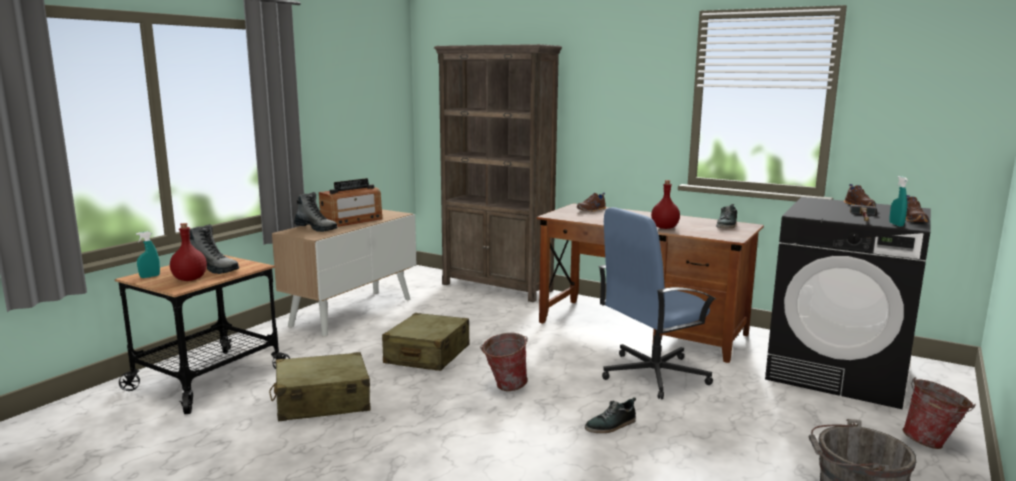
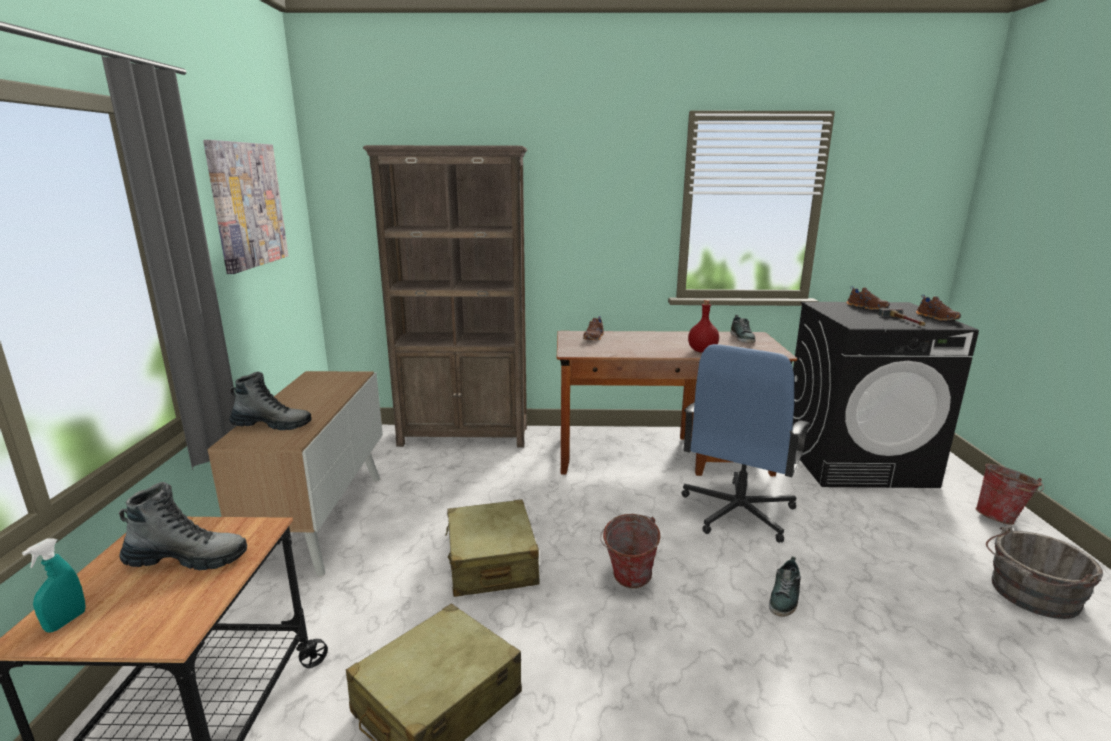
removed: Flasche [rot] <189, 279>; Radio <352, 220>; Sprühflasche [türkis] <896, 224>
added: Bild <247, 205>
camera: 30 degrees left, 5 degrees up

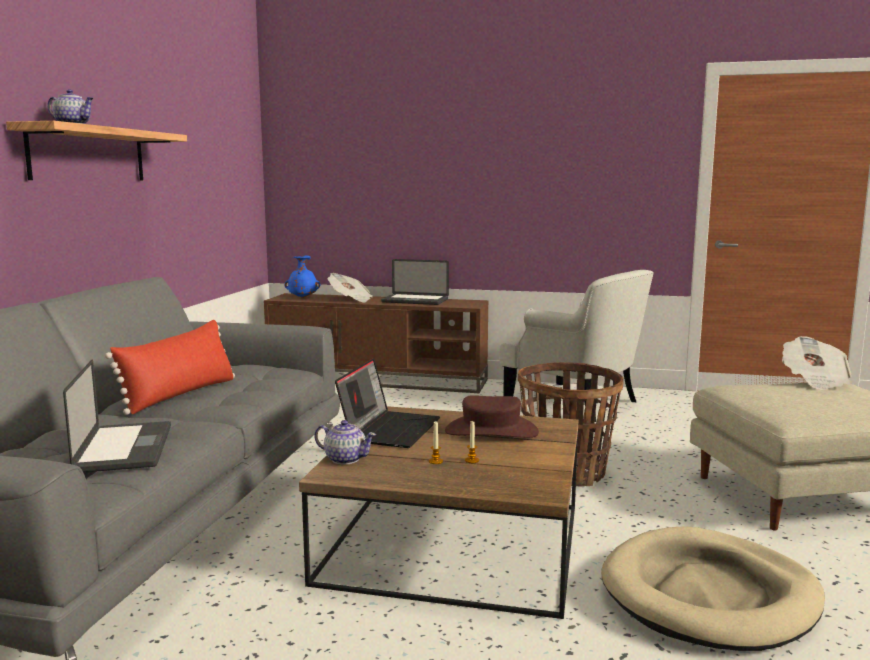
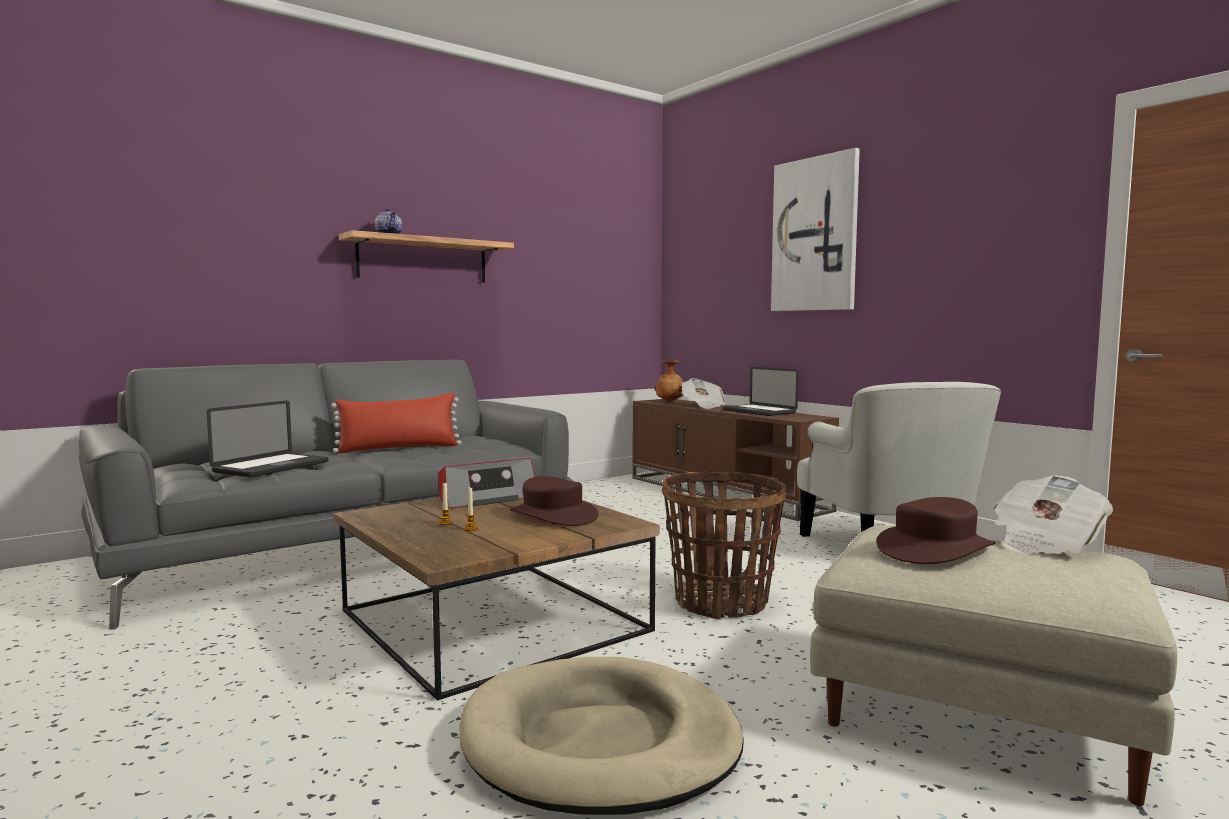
removed: Teekanne <345, 459>
added: Bild <815, 235>; Hut [braun] <934, 548>
replaced: Laptop <389, 429> to Radio <486, 498>
recoloured: Vase [blau] <303, 297> to Vase [braun] <670, 401>
camera: 40 degrees right, 5 degrees down

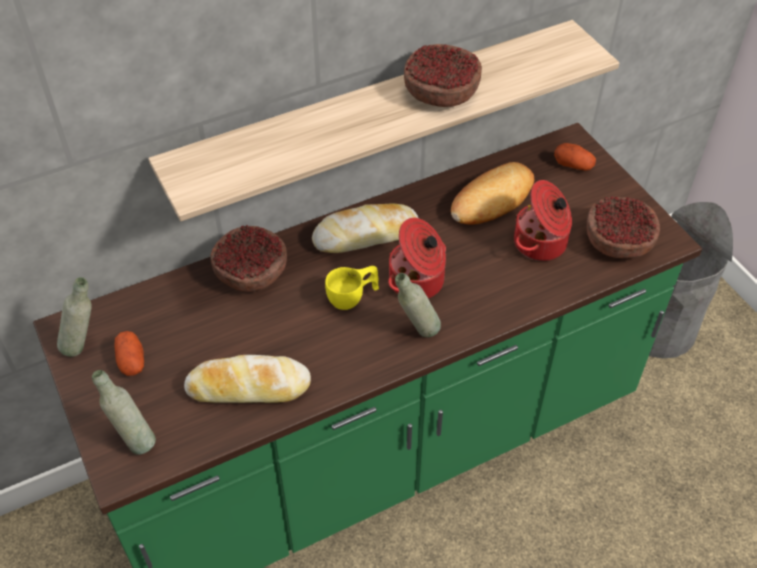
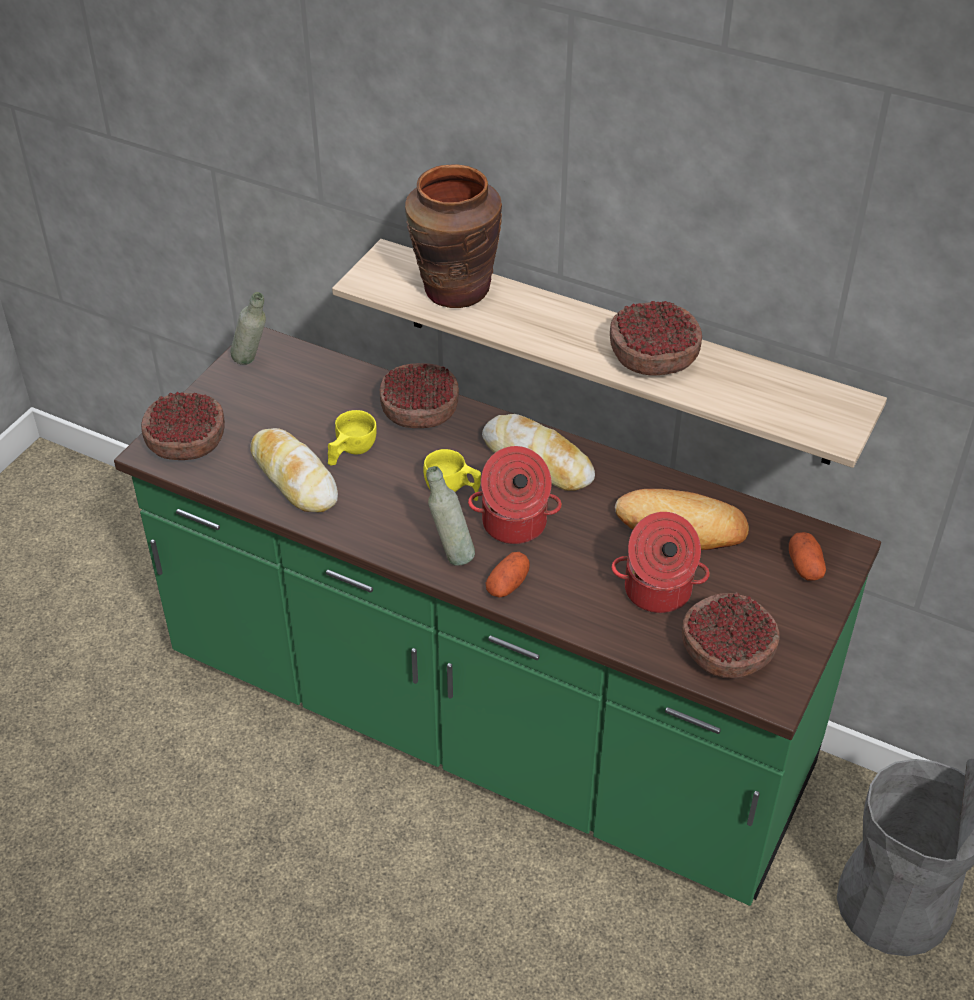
added: Tasse [gelb] <350, 452>; Vase [braun] <455, 290>
moved: Kartoffel <131, 361> to <507, 585>
replaced: Flasche [grau] <134, 440> to Schüssel <187, 442>
camera: 55 degrees right, 5 degrees down

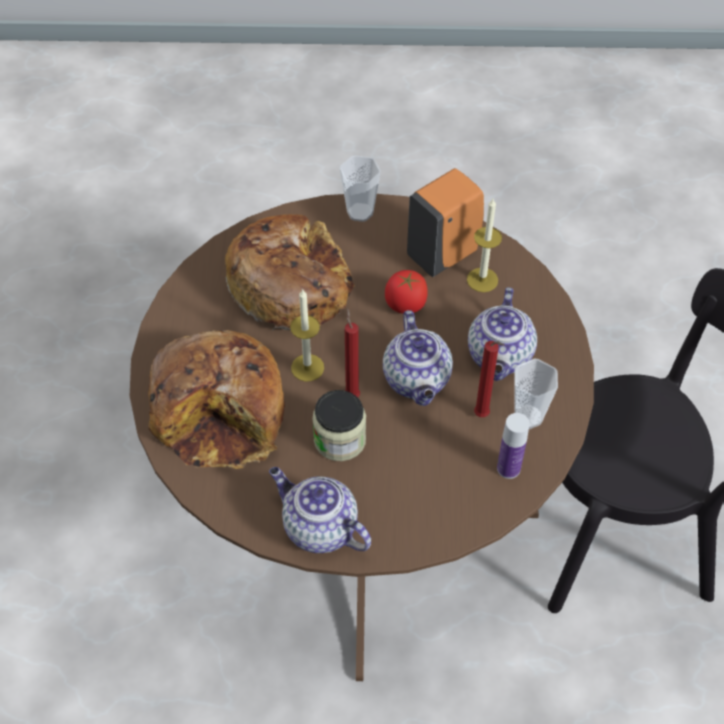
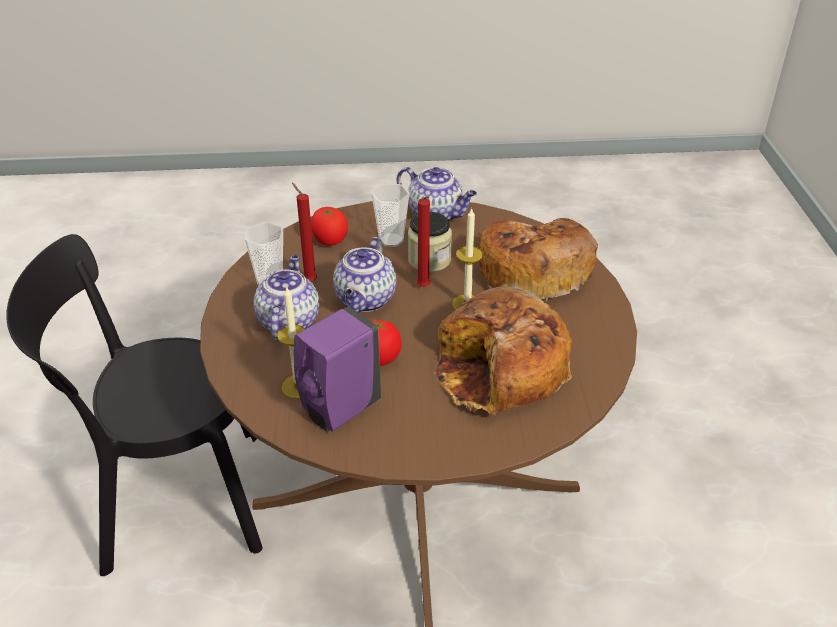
removed: Flasche <508, 468>
added: Tomate <329, 241>
moved: Tasse <360, 212> to <391, 240>
recoloured: Seifenspender [orange] <444, 254> to Seifenspender [lila] <338, 410>
turned: Teekanne <417, 380> = <366, 300> 150 degrees counterclockwise
camera: 175 degrees right, 15 degrees down

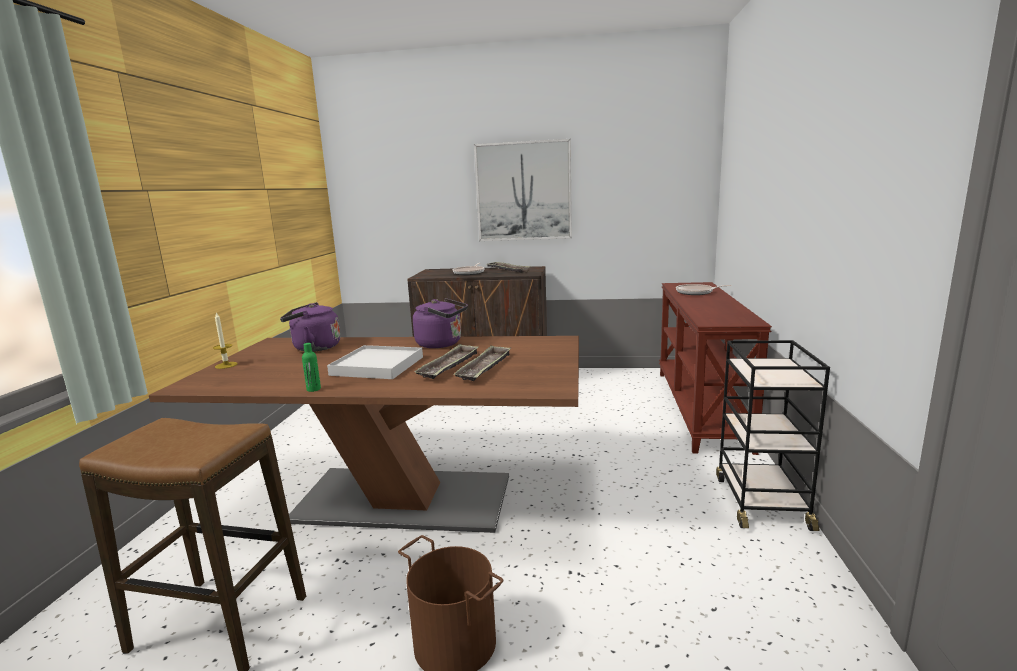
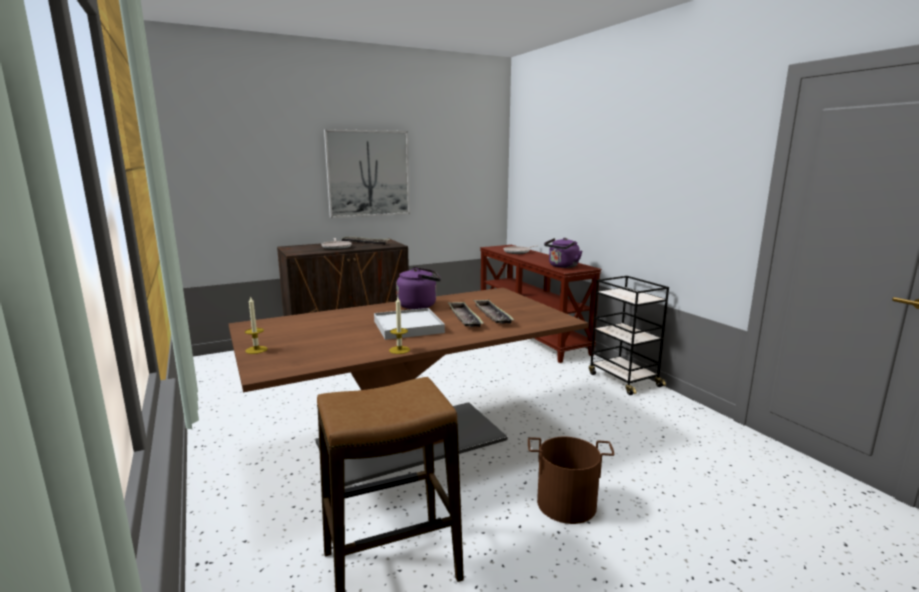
moved: Wasserkessel [lila] <313, 348> to <562, 266>
replaced: Flasche [grün] <313, 389> to Kerze <399, 350>
camera: 35 degrees left, 0 degrees up

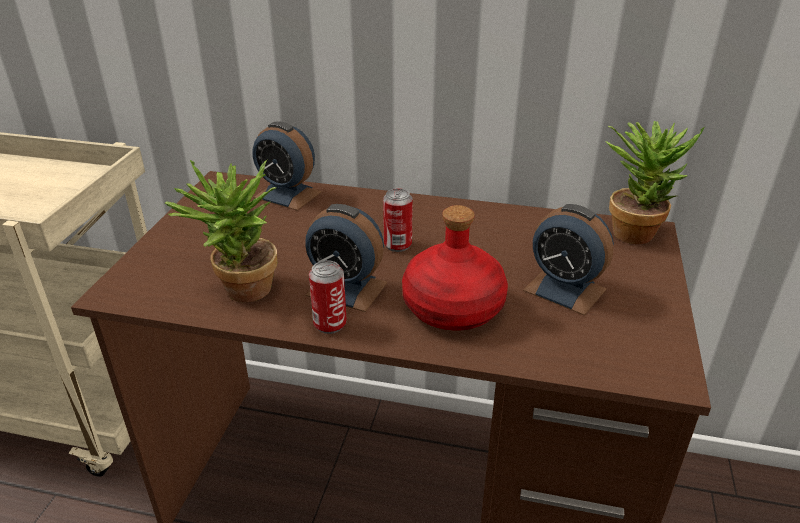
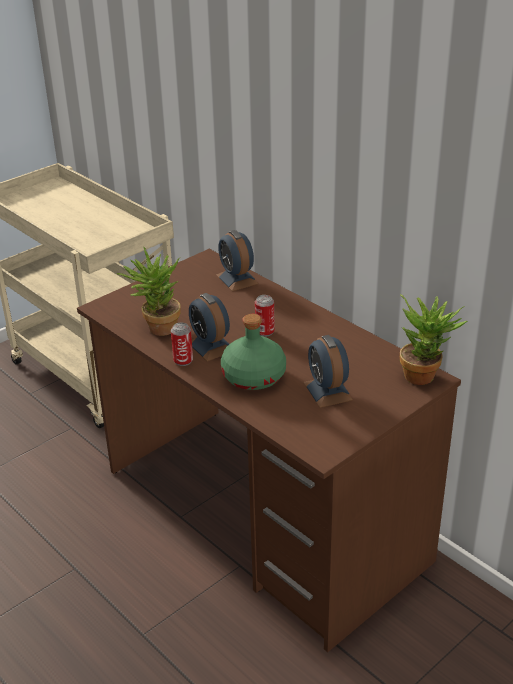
recoloured: Flasche [rot] <454, 307> to Flasche [grün] <254, 376>
camera: 35 degrees right, 0 degrees up

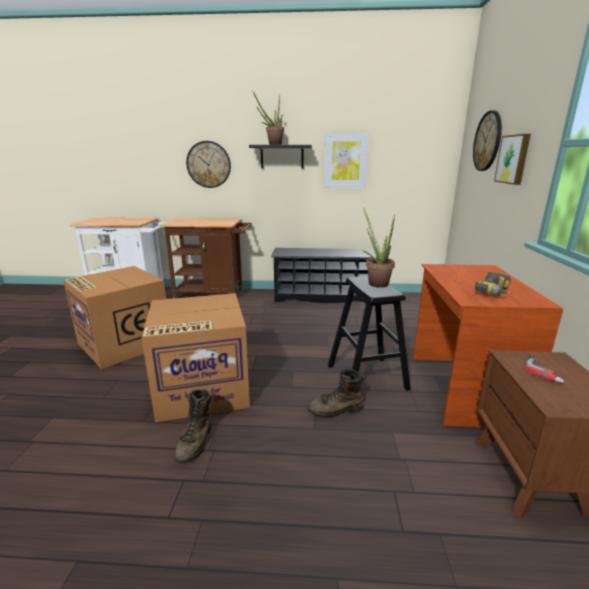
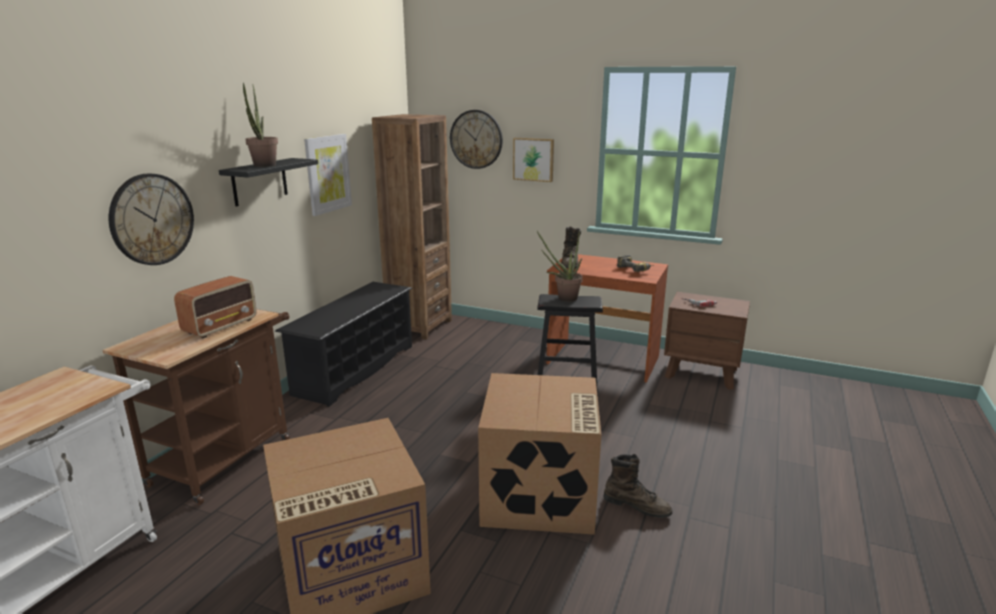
added: Radio <221, 326>; Bücherregal [braun] <419, 326>
moved: Stiefel [braun] <336, 410> to <570, 264>
camera: 70 degrees left, 0 degrees up

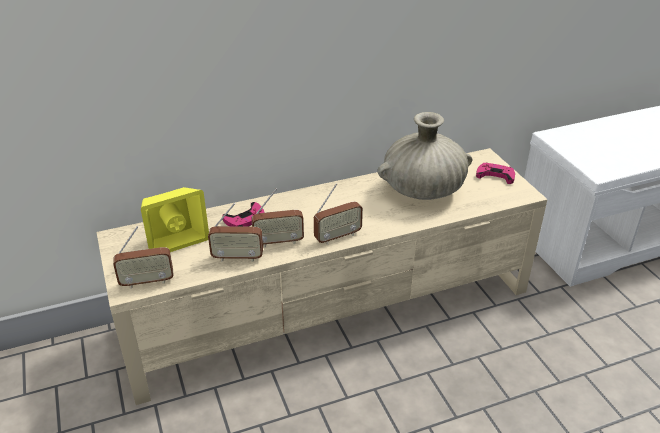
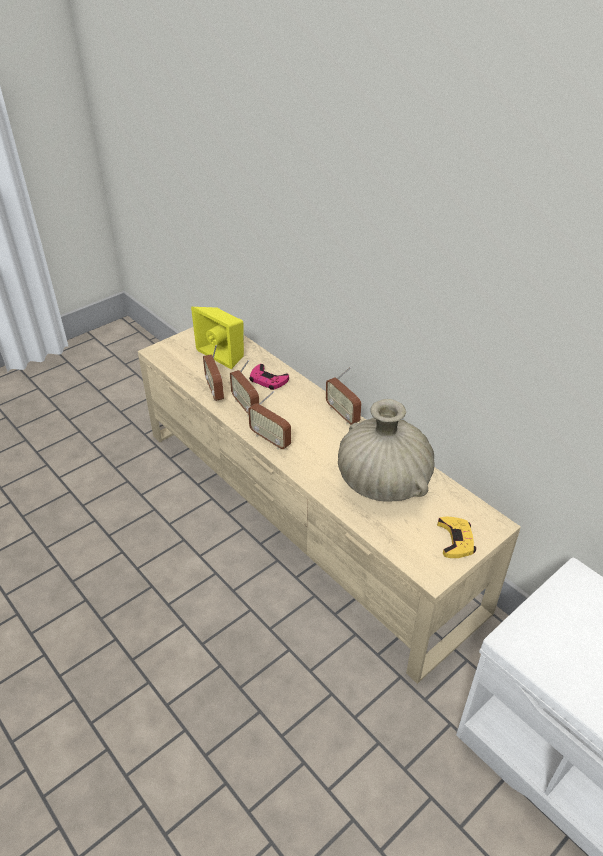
moved: Radio <147, 282> to <342, 414>
recoloured: Gamepad [rosa] <495, 175> to Gamepad [gelb] <456, 540>
camera: 70 degrees right, 5 degrees up

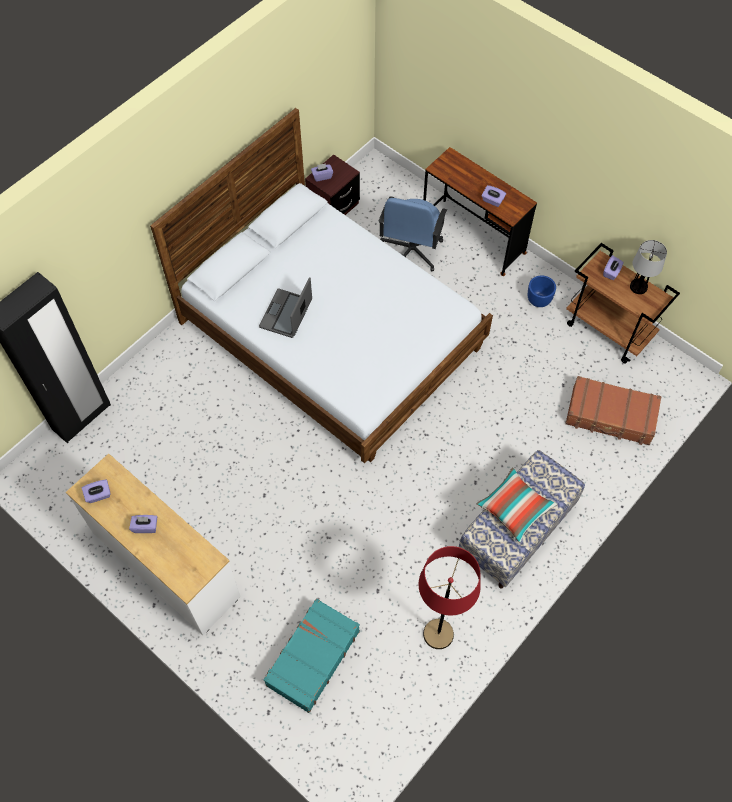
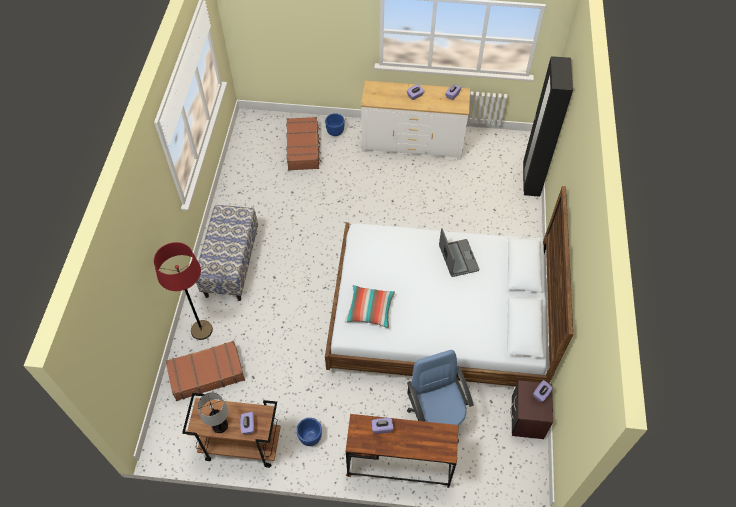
added: Pflanzkübel [blau] <335, 132>
moved: Stehlampe [rot] <438, 634> to <201, 330>; Kissen <515, 508> to <370, 310>
recoloured: Koffer [türkis] <312, 658> to Koffer [braun] <303, 148>
camera: 145 degrees right, 5 degrees down

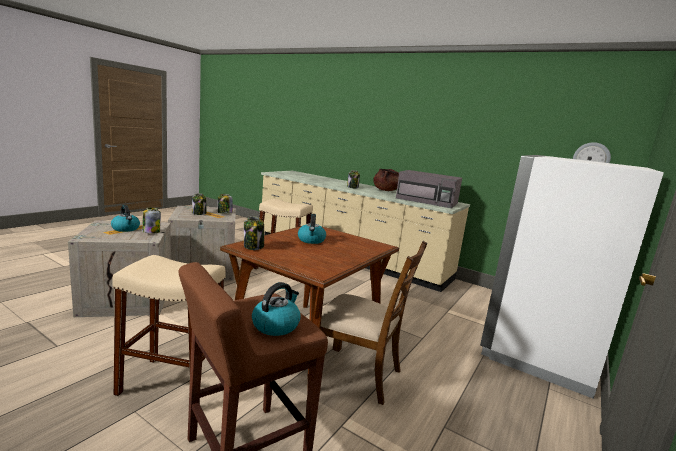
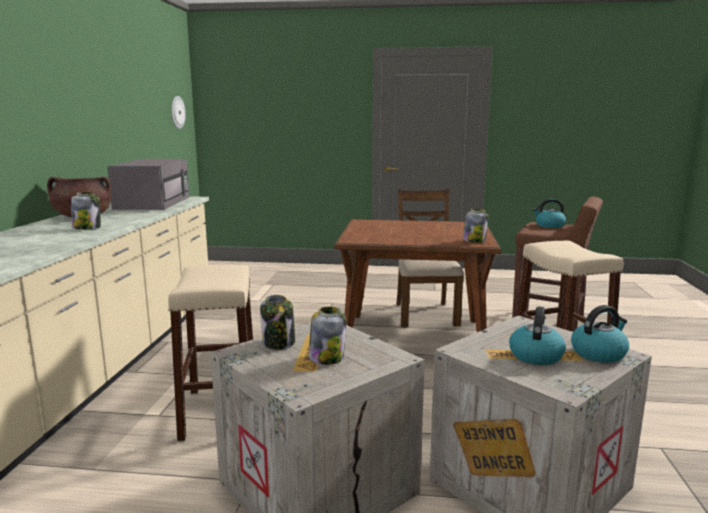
removed: Vorratsglas <151, 232>; Kühlschrank [weiß] <538, 350>
moved: Wasserkessel <311, 240> to <598, 353>
camera: 115 degrees left, 0 degrees up

